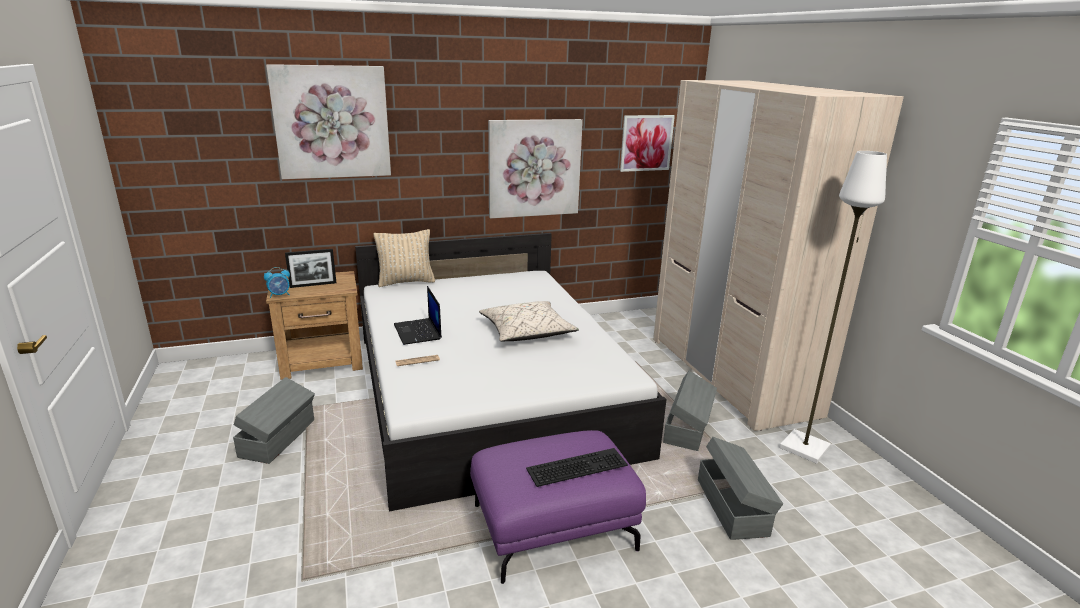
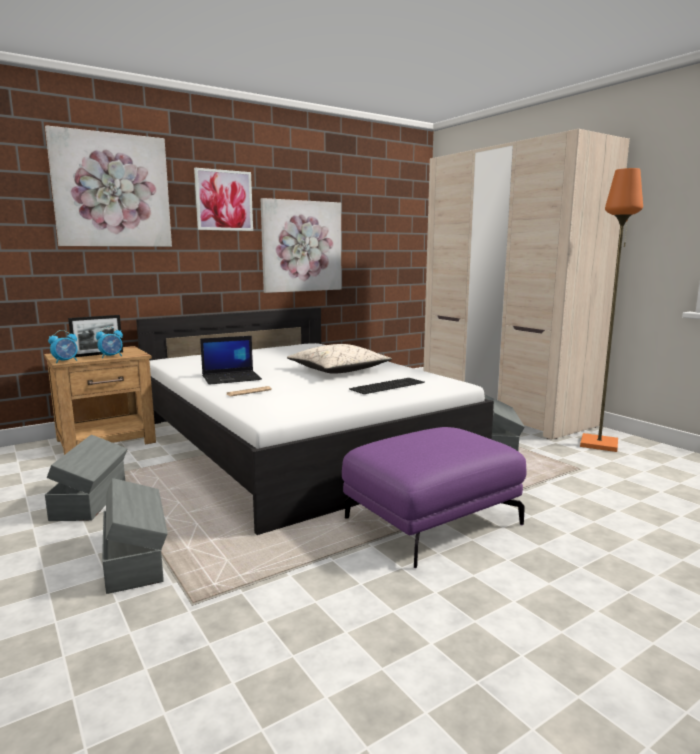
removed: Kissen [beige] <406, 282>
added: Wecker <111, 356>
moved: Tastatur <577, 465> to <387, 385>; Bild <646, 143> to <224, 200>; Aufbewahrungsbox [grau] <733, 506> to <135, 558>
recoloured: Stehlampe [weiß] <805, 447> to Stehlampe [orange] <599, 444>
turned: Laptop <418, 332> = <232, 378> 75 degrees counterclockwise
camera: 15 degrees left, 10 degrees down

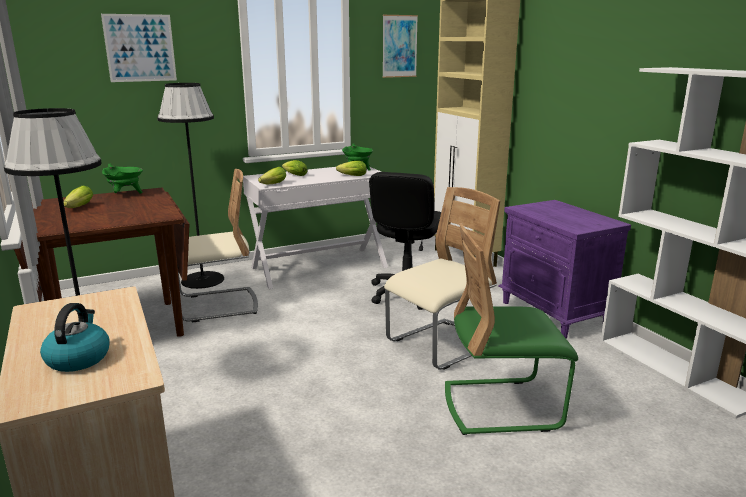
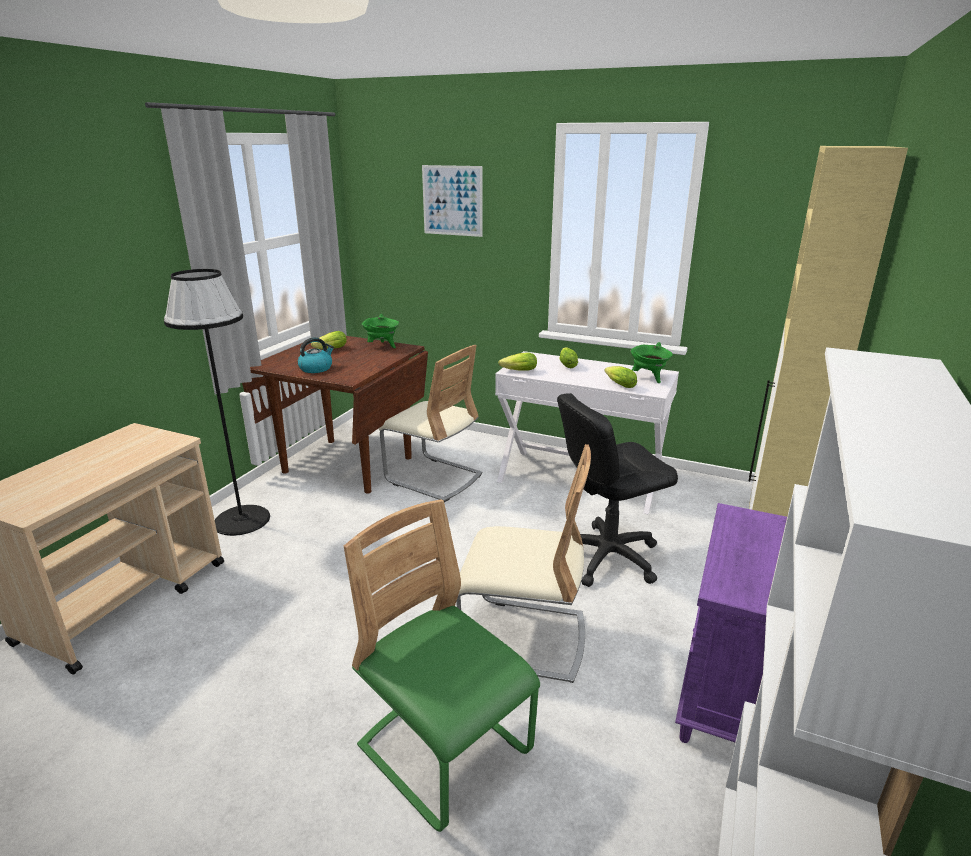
removed: Stehlampe [schwarz] <203, 280>; Bild <399, 46>
moved: Wasserkessel <78, 358> to <316, 368>
camera: 50 degrees right, 5 degrees up

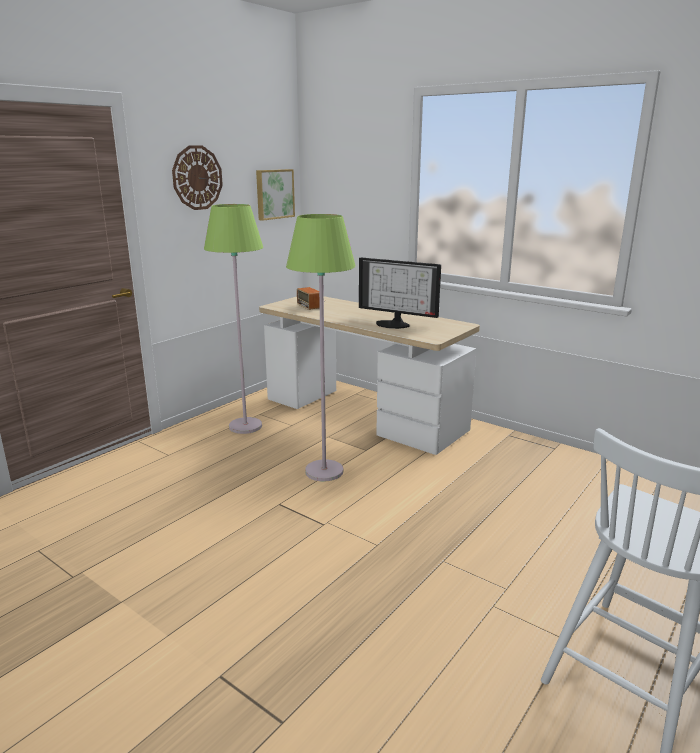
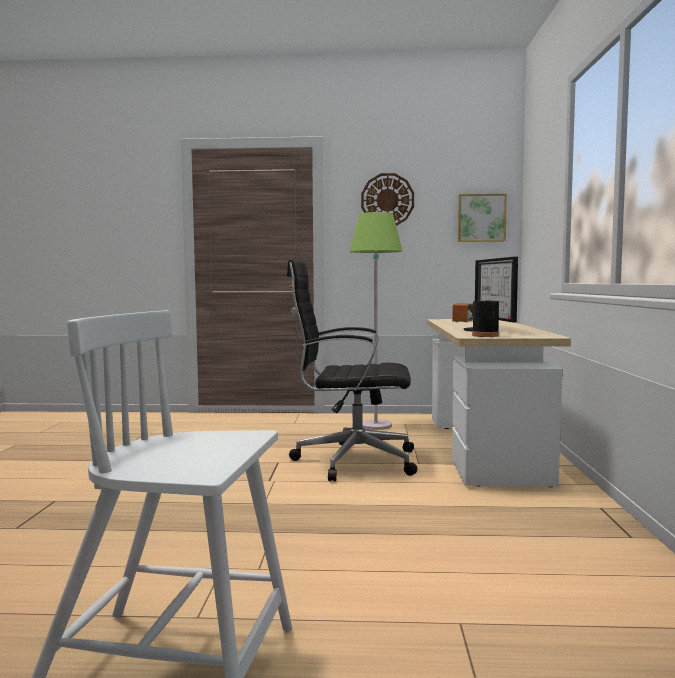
added: Flasche [schwarz] <485, 335>
replaced: Stehlampe [grün] <324, 471> to Bürostuhl [schwarz] <351, 461>
camera: 55 degrees right, 15 degrees down

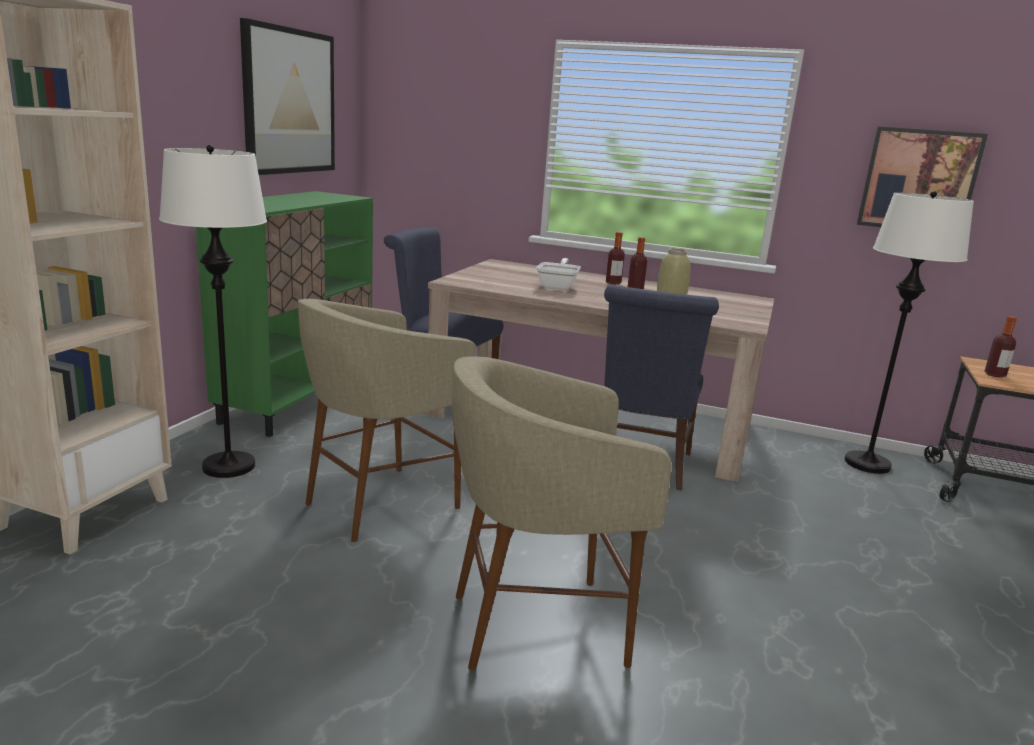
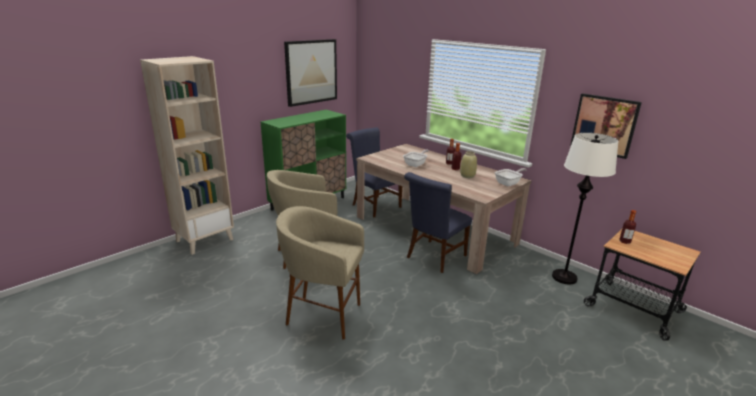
removed: Stehlampe [weiß] <229, 466>
added: Pfanne <509, 183>
camera: 25 degrees right, 5 degrees up

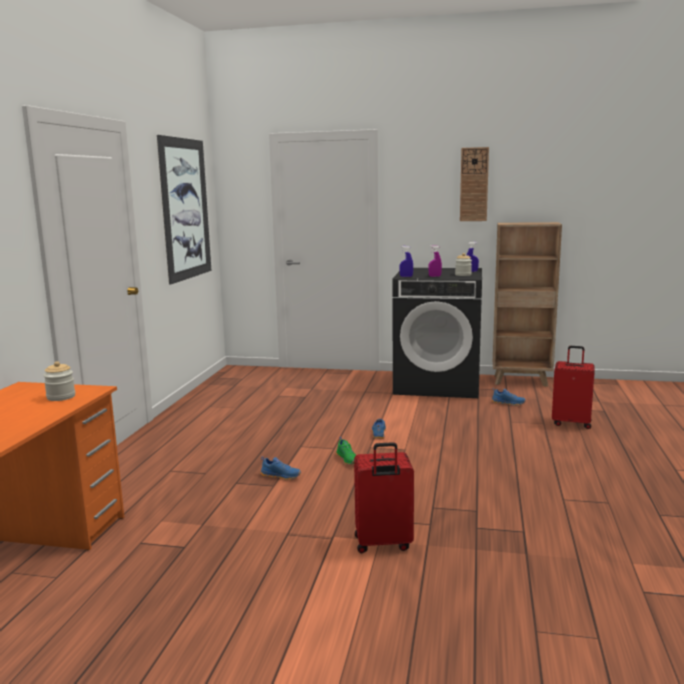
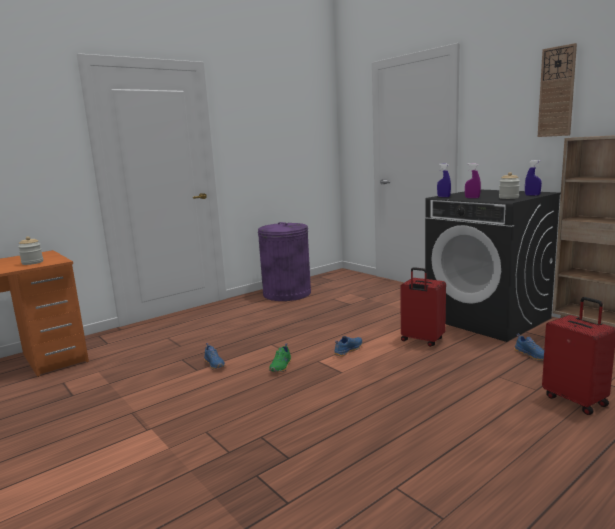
removed: Bild <185, 209>
added: Mülleimer [lila] <287, 293>
moved: Koffer [rot] <383, 544> to <421, 340>
camera: 40 degrees right, 0 degrees up

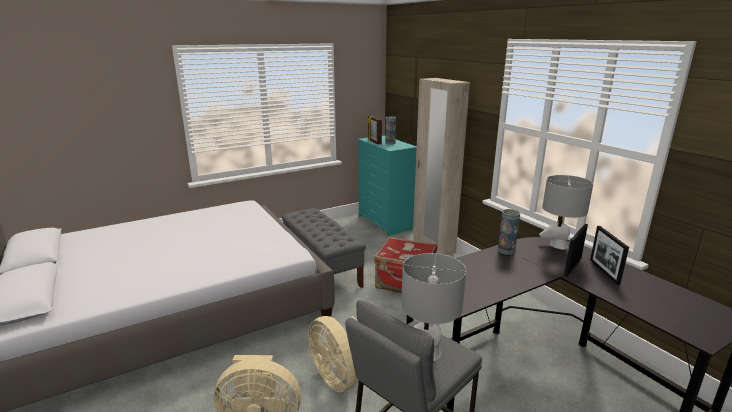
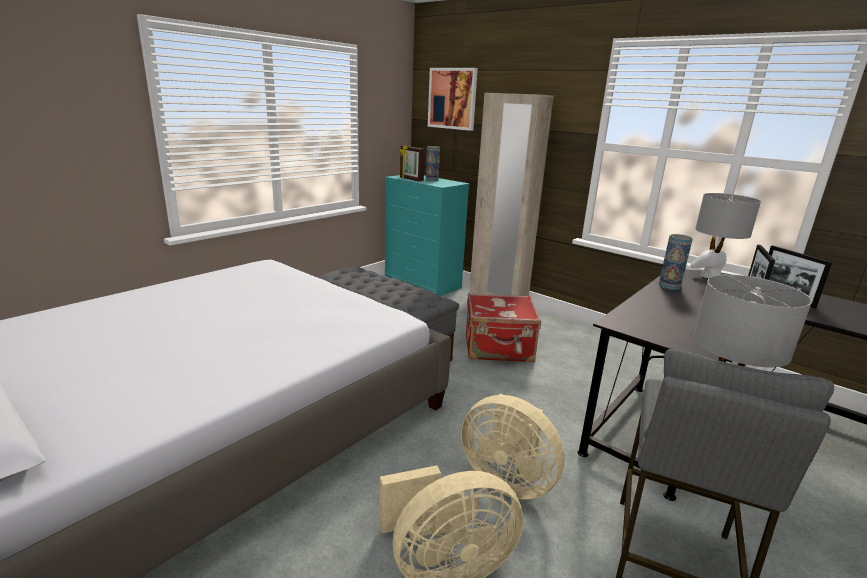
added: Bild <452, 98>
camera: 20 degrees left, 0 degrees up

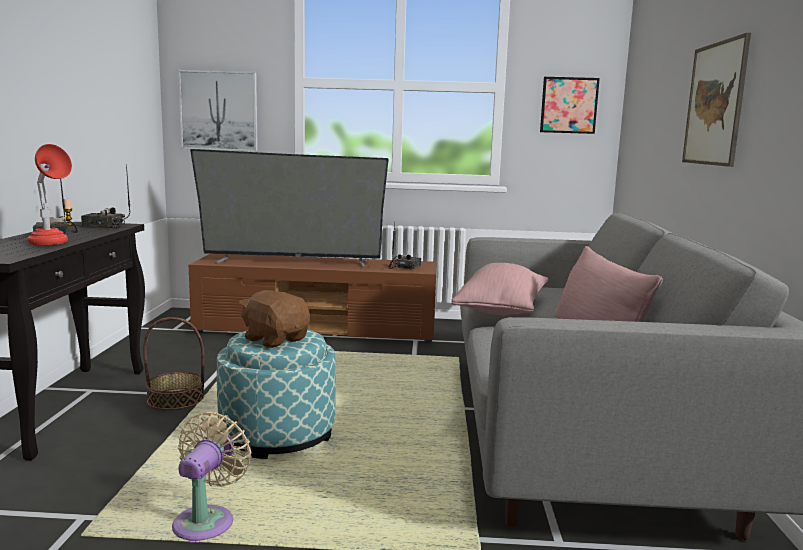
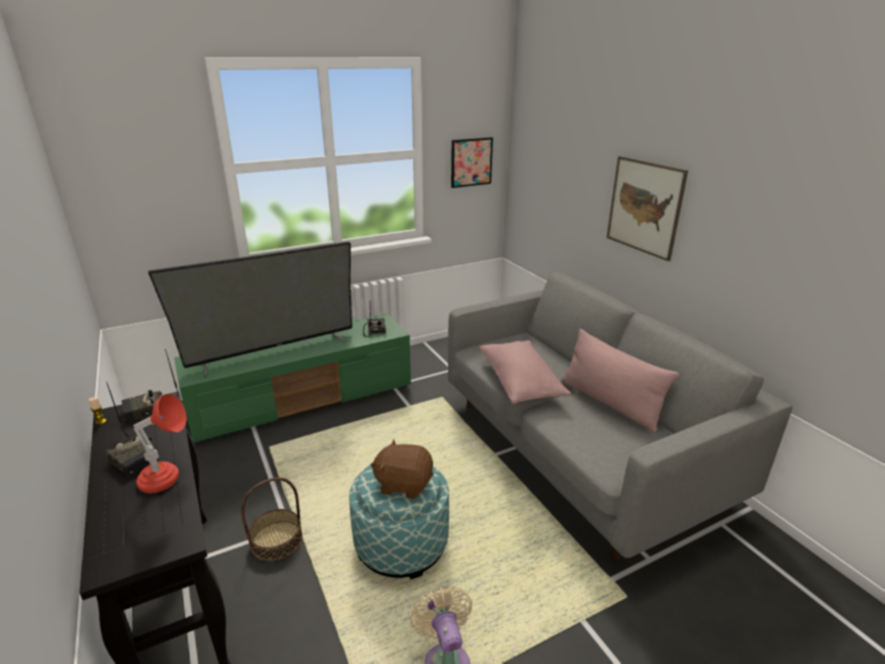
removed: Bild <219, 111>
recoloured: Fernsehschrank [braun] <318, 329> to Fernsehschrank [grün] <304, 399>
camera: 30 degrees left, 15 degrees up

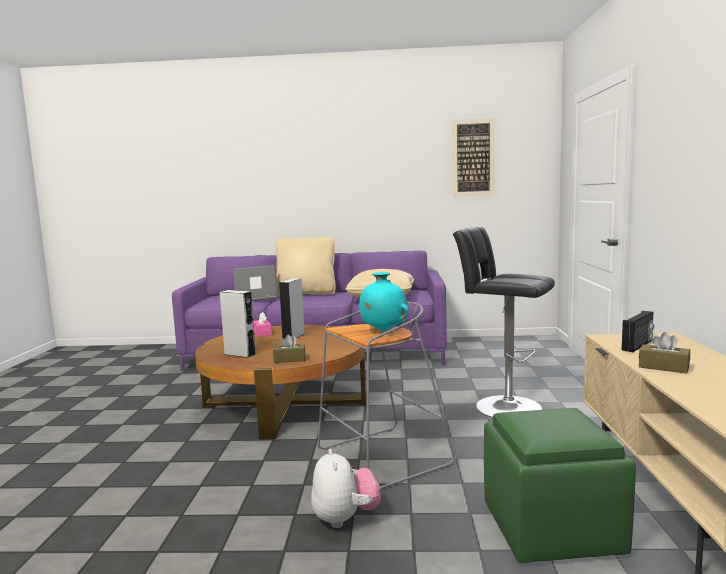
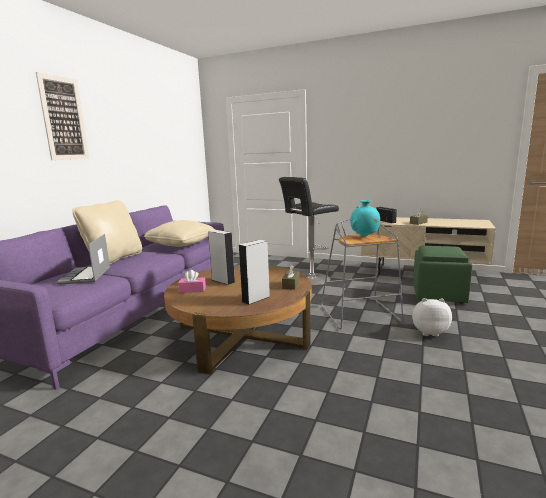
moved: Bild <473, 157> to <64, 119>
camera: 70 degrees left, 5 degrees up

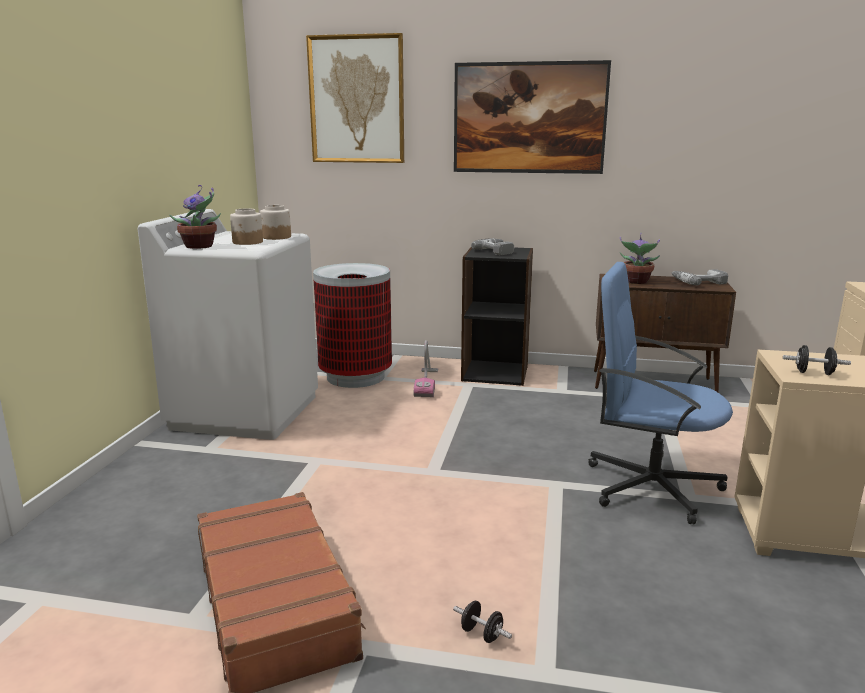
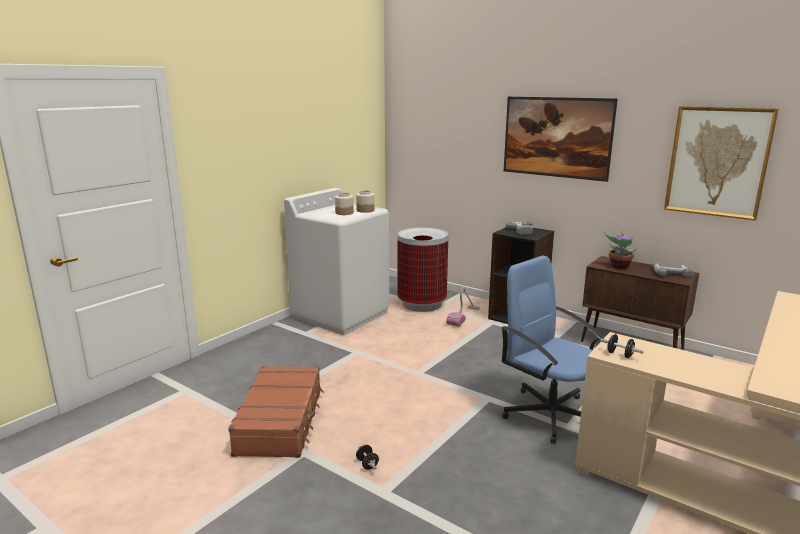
removed: Topfpflanze <201, 246>
moved: Bild <357, 100> to <717, 162>
camera: 25 degrees right, 0 degrees up

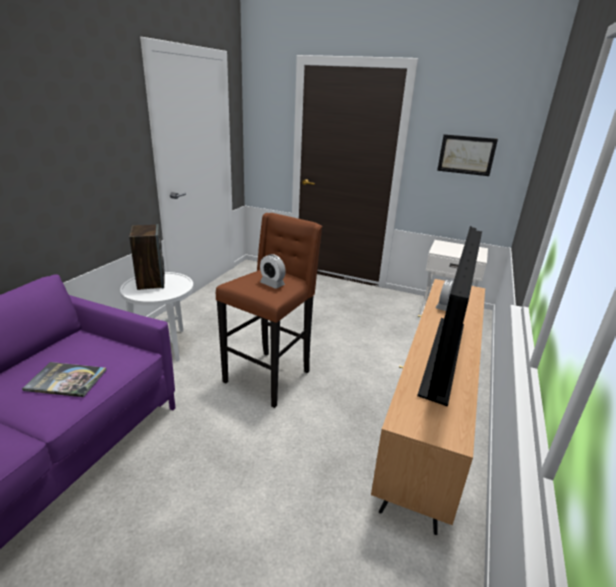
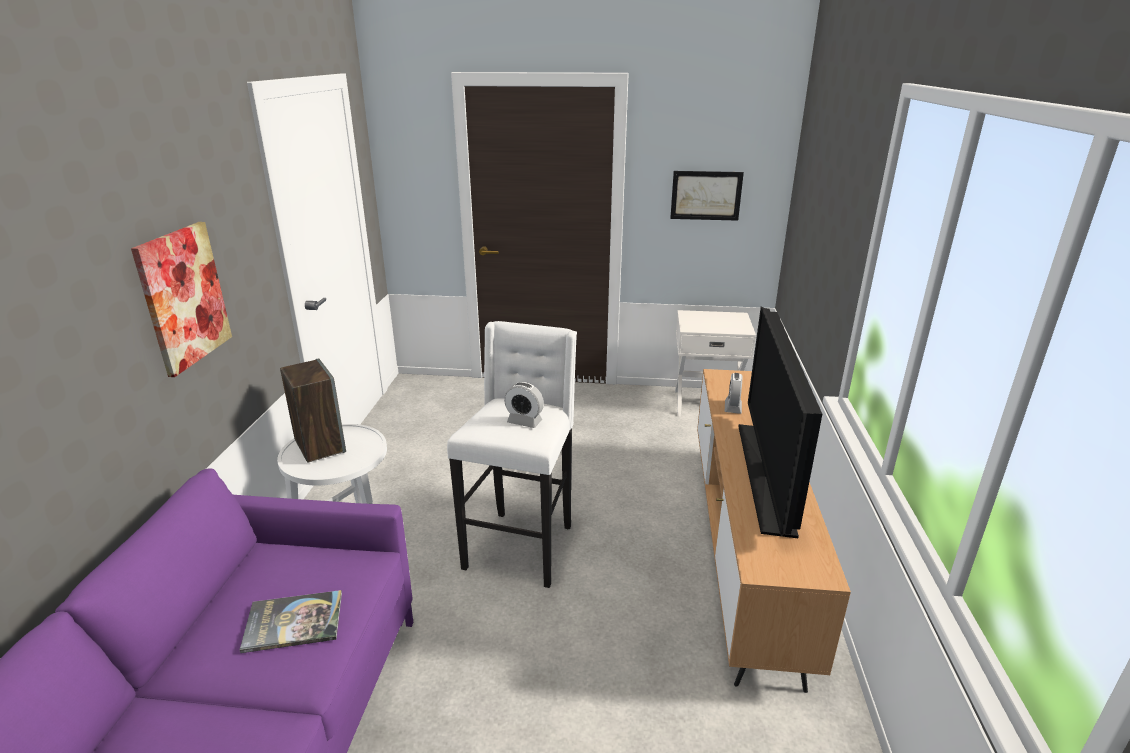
added: Bild <183, 297>
recoloured: Hocker [braun] <269, 376> to Hocker [weiß] <521, 546>
camera: 15 degrees left, 0 degrees up

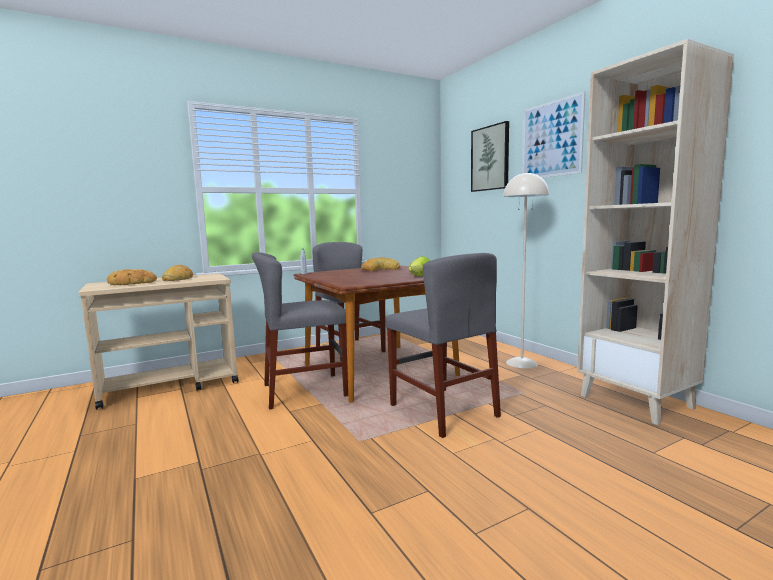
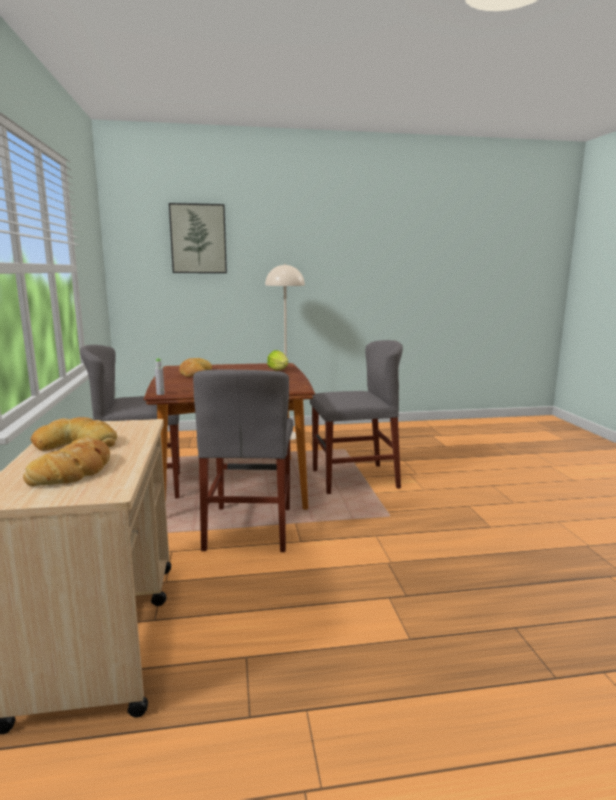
removed: Bild <551, 139>; Bücherregal [beige] <637, 401>
camera: 70 degrees left, 5 degrees up

